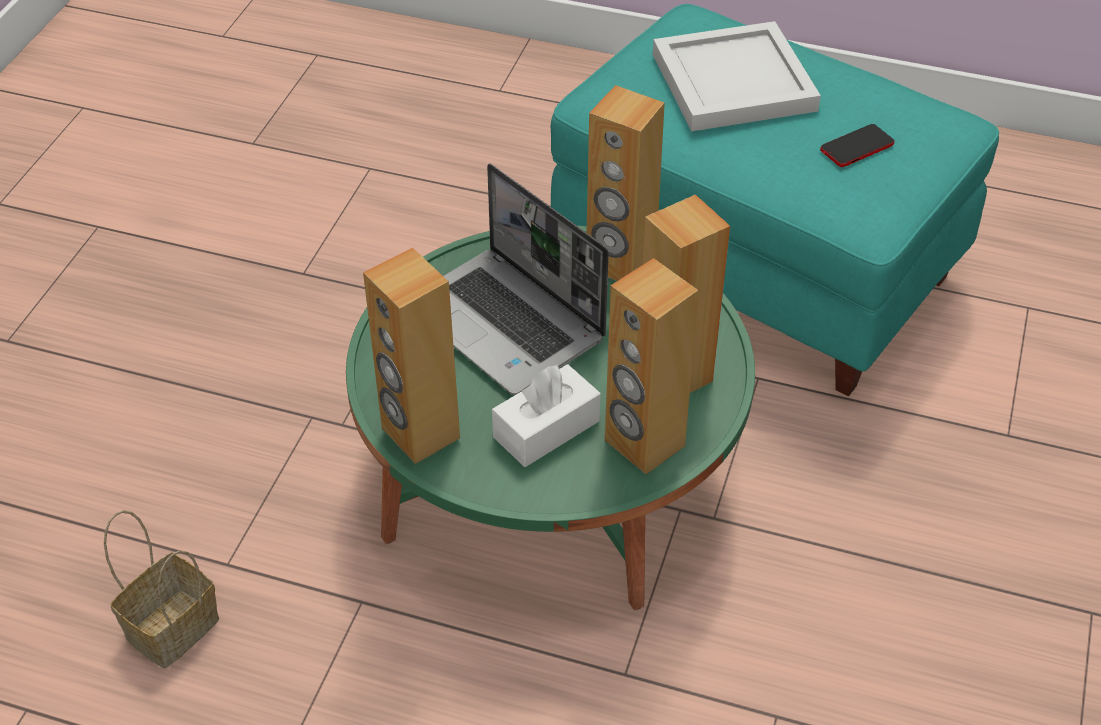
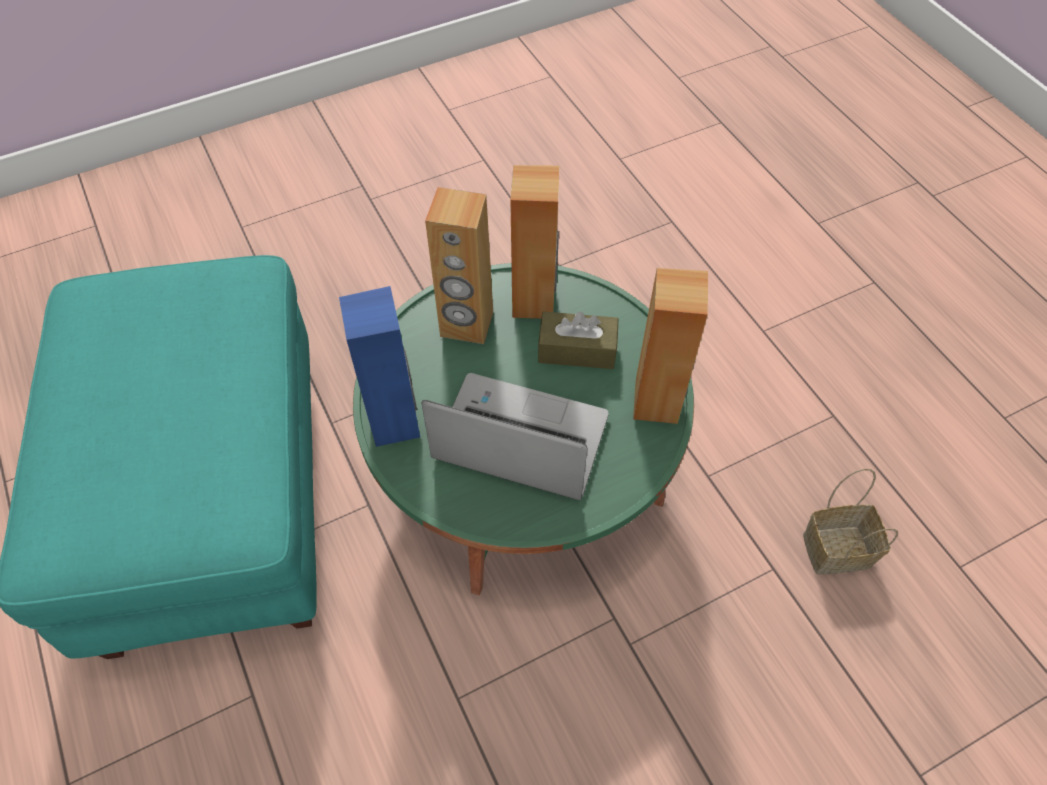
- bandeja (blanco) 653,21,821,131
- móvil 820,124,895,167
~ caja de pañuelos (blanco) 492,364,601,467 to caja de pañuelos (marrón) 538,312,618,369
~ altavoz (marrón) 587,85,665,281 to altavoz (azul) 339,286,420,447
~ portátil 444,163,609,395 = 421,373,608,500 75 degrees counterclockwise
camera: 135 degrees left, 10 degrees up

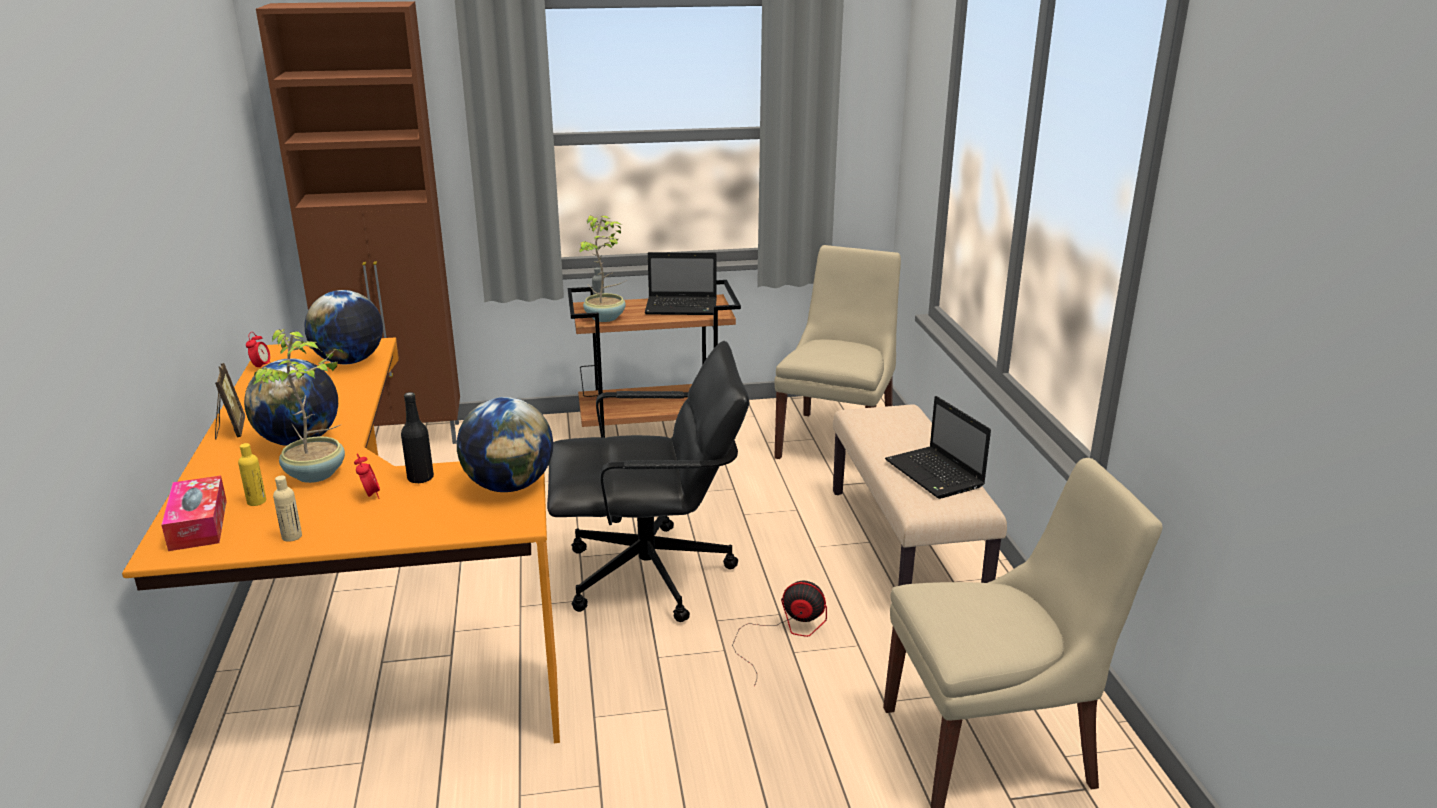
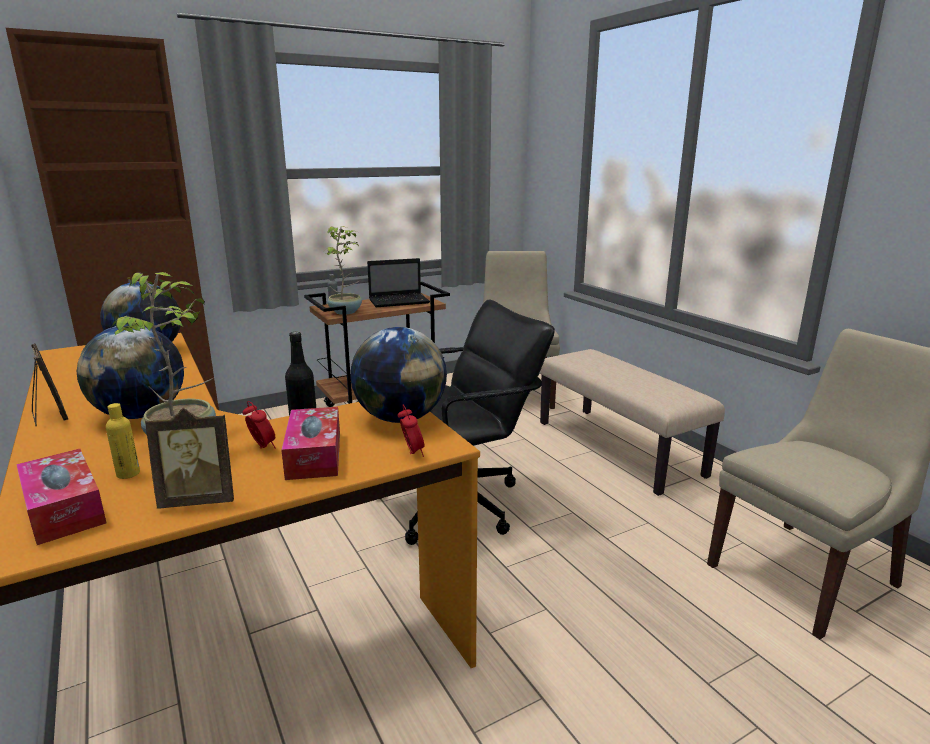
- ventilador 732,581,827,686
- portátil 885,396,991,499
+ caja de pañuelos 281,407,340,480
~ despertador 246,332,271,367 to 398,405,425,457
~ botella (beis) 273,476,302,542 to portarretratos 145,408,234,509
camera: 20 degrees left, 5 degrees down

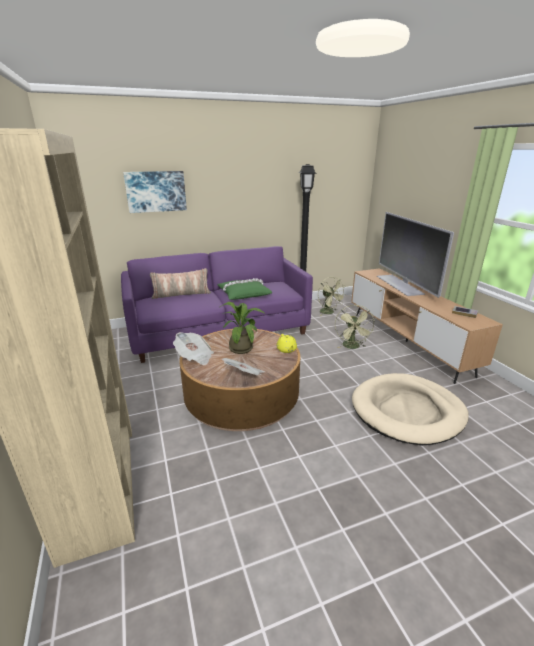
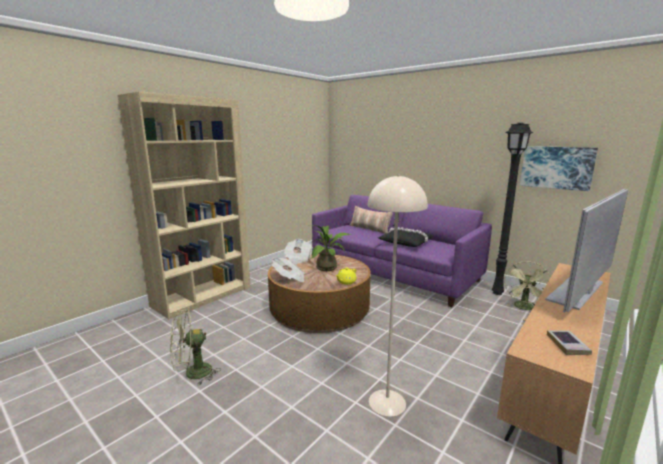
~ cuadro 123,171,187,213 to 520,146,598,191
~ ventilador (verde) 335,305,374,349 to 170,310,221,385
~ cama para perro (beis) 352,373,469,445 to lámpara de pie (beis) 368,174,428,417
~ cojín (verde) 217,278,272,300 to cojín (negro) 378,227,434,247
camera: 60 degrees right, 10 degrees down

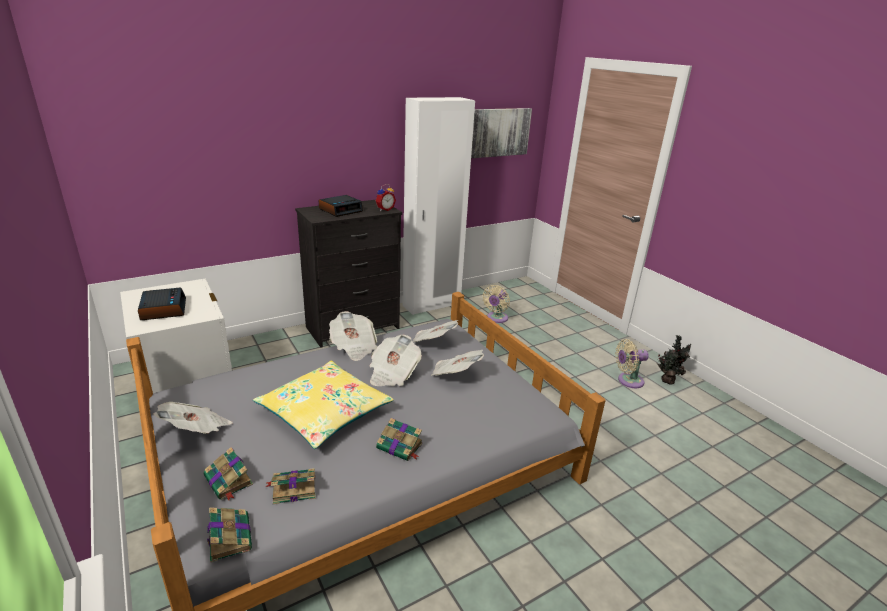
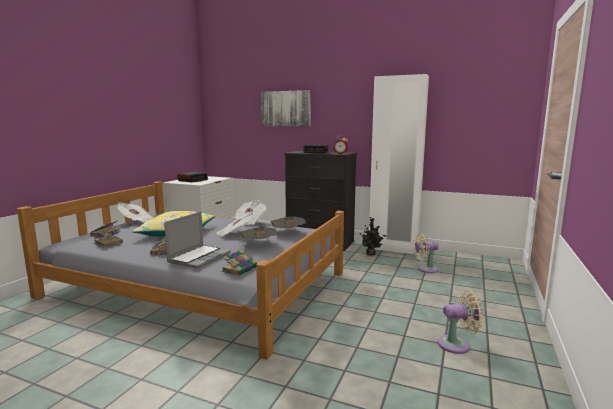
+ portátil 164,212,231,269
~ libro 207,507,252,562 to 222,250,257,276
~ cuadro 471,108,532,158 to 261,90,311,126
~ planta en maceta 656,335,691,385 to 358,217,387,255
~ ventilador (beis) 615,339,649,388 = 438,290,484,354 135 degrees clockwise
camera: 55 degrees right, 15 degrees down

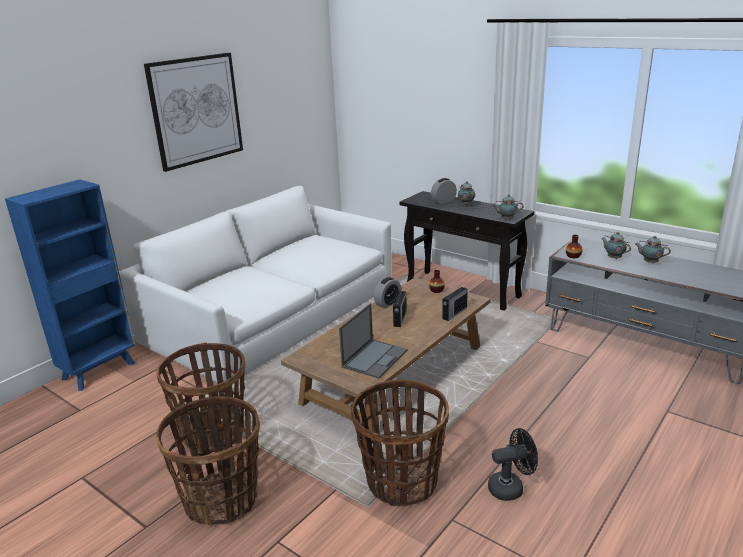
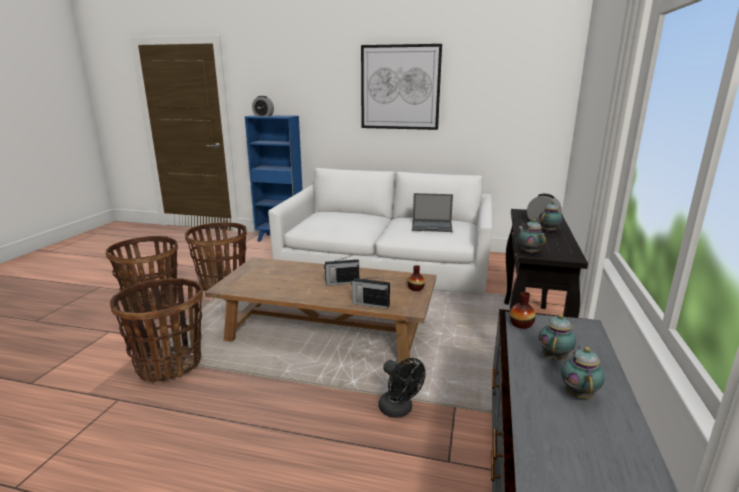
~ portátil 339,303,407,379 to 412,193,453,232
~ despertador 374,277,401,308 to 252,96,274,117
~ ventilador (negro) 488,428,538,501 to 379,358,426,418
camera: 65 degrees right, 5 degrees down

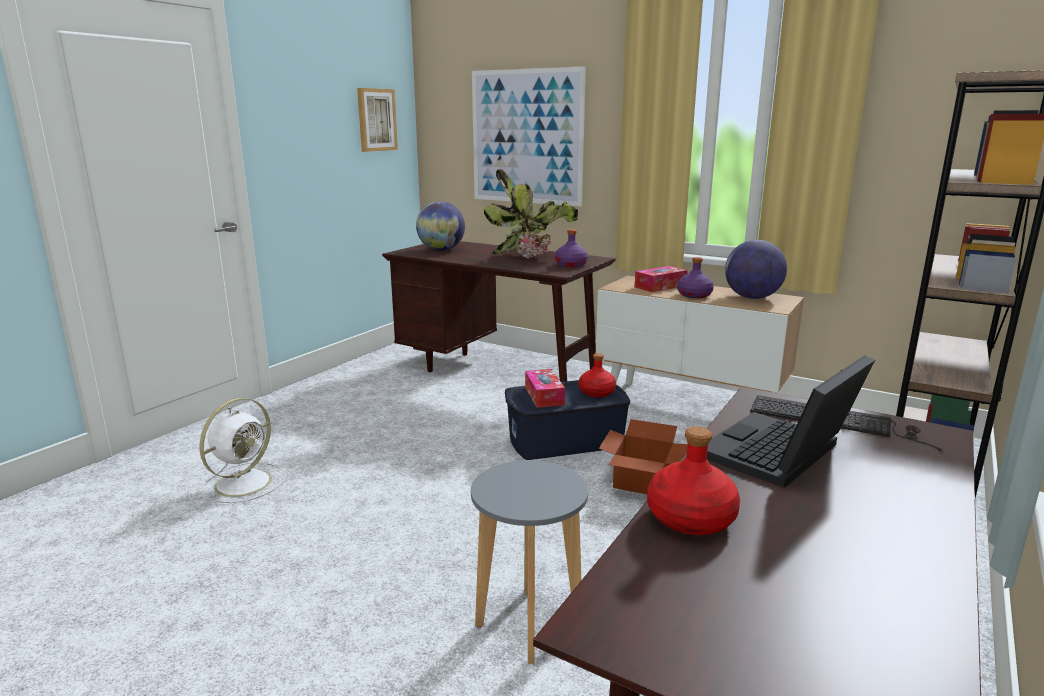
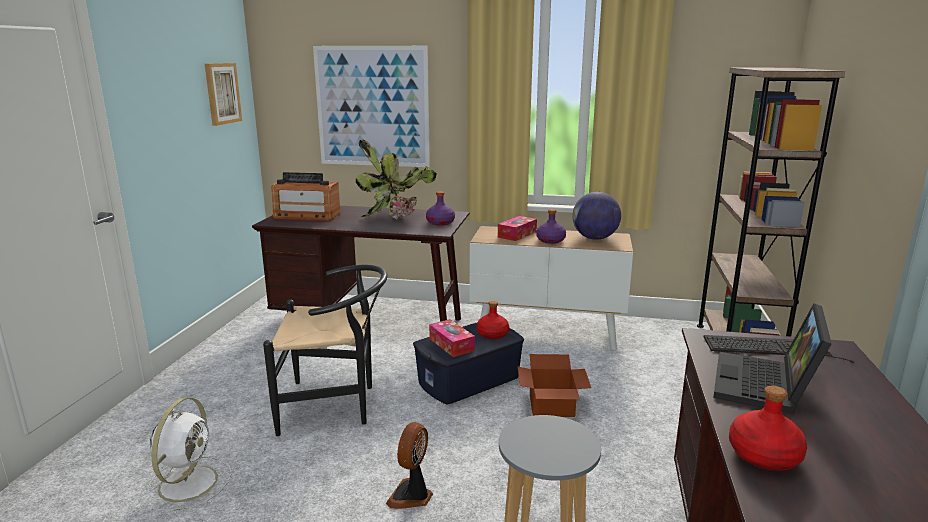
+ silla (negro) 263,265,387,436
+ ventilador 386,422,433,509
~ globo terráqueo 416,201,465,251 to radio 271,172,340,221
camera: 20 degrees left, 0 degrees up

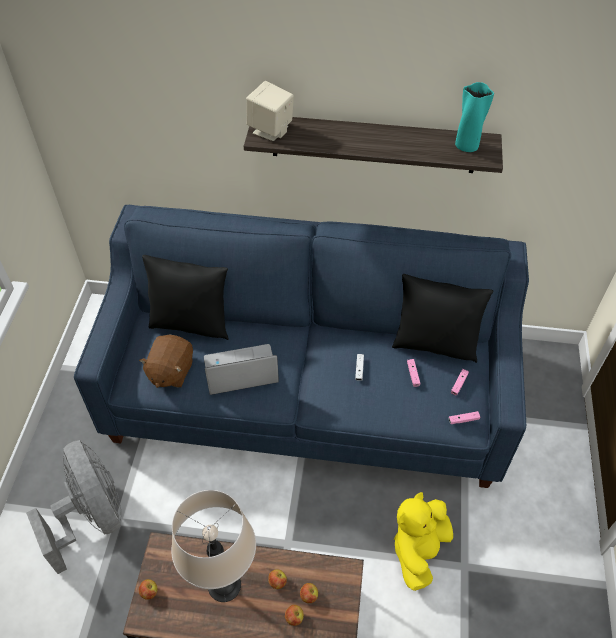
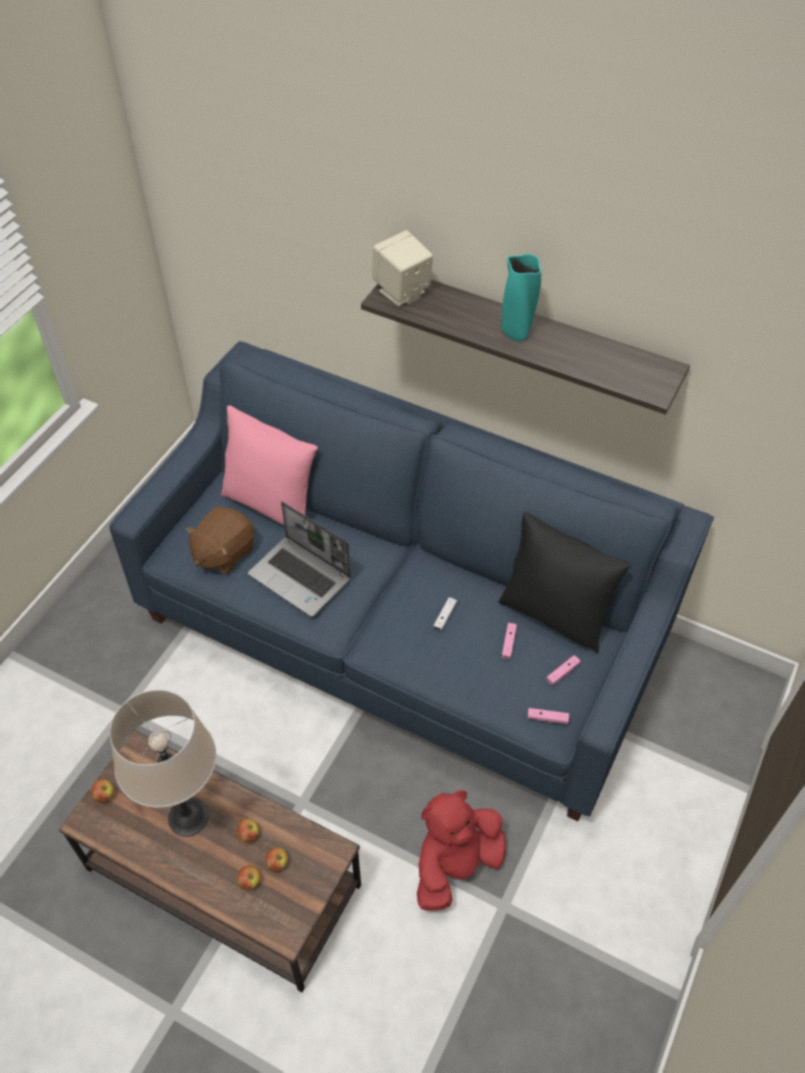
- ventilador (gris) 26,440,121,574
~ florero (turquesa) 455,82,494,152 to 501,254,541,341
~ cojín (negro) 142,255,228,340 to cojín (rosa) 221,405,318,525
~ peluche (amarillo) 394,492,453,591 to peluche (rojo) 417,790,506,911
~ portátil 204,344,279,395 = 248,502,351,617 150 degrees counterclockwise
camera: 20 degrees right, 0 degrees up

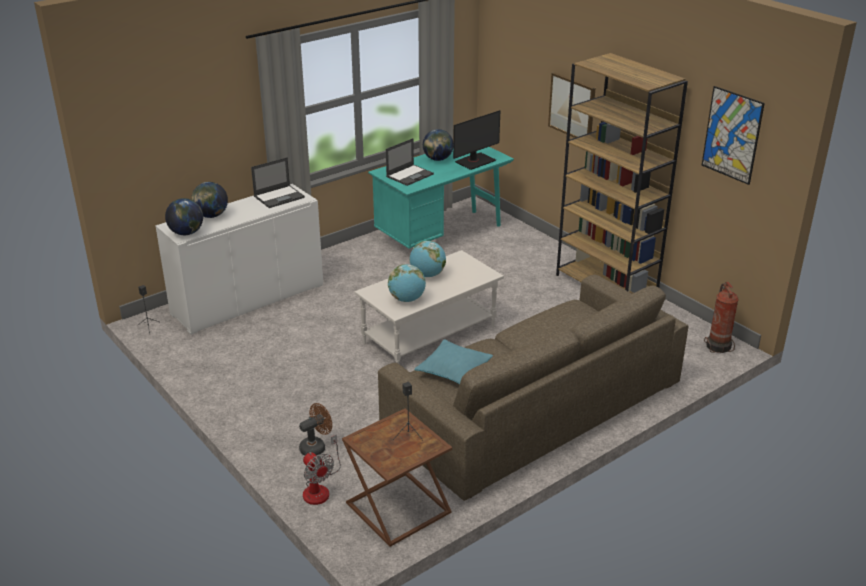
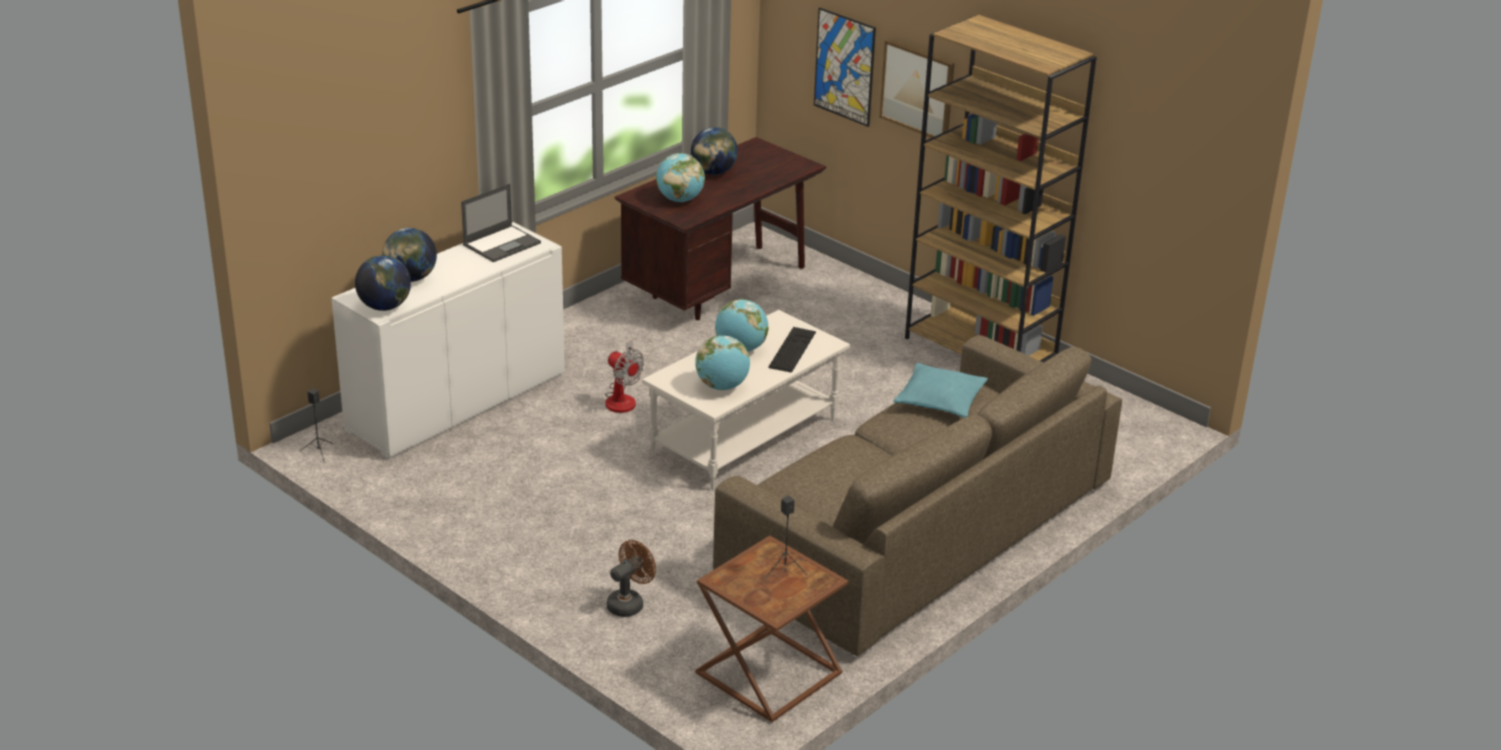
- monitor 453,110,500,170
- extintor 704,282,739,353
+ teclado 768,327,816,373
~ ventilador 303,435,341,505 to 605,341,644,413
~ cojín (turquesa) 414,339,493,384 to 894,363,988,418
~ cuadro 702,86,765,185 to 814,8,876,127
~ portátil 386,138,434,186 to globo terráqueo 656,153,705,202
~ escritorio (turquesa) 368,147,514,249 to escritorio (marrón) 614,137,826,320
camera: 10 degrees left, 0 degrees up

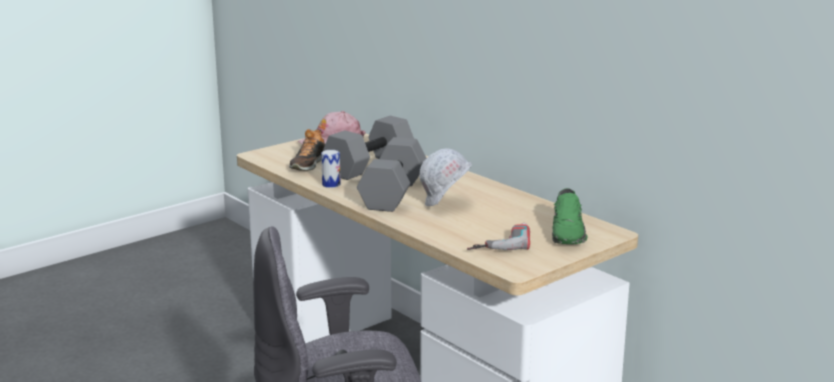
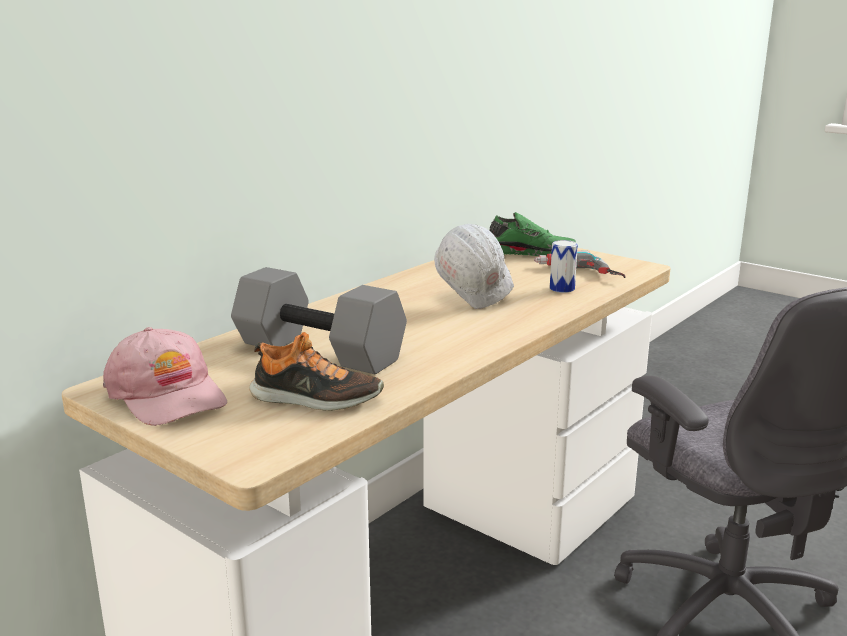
- mancuerna (gris) 357,137,426,212
~ lata 321,150,341,188 to 550,240,578,293
camera: 100 degrees left, 0 degrees up

